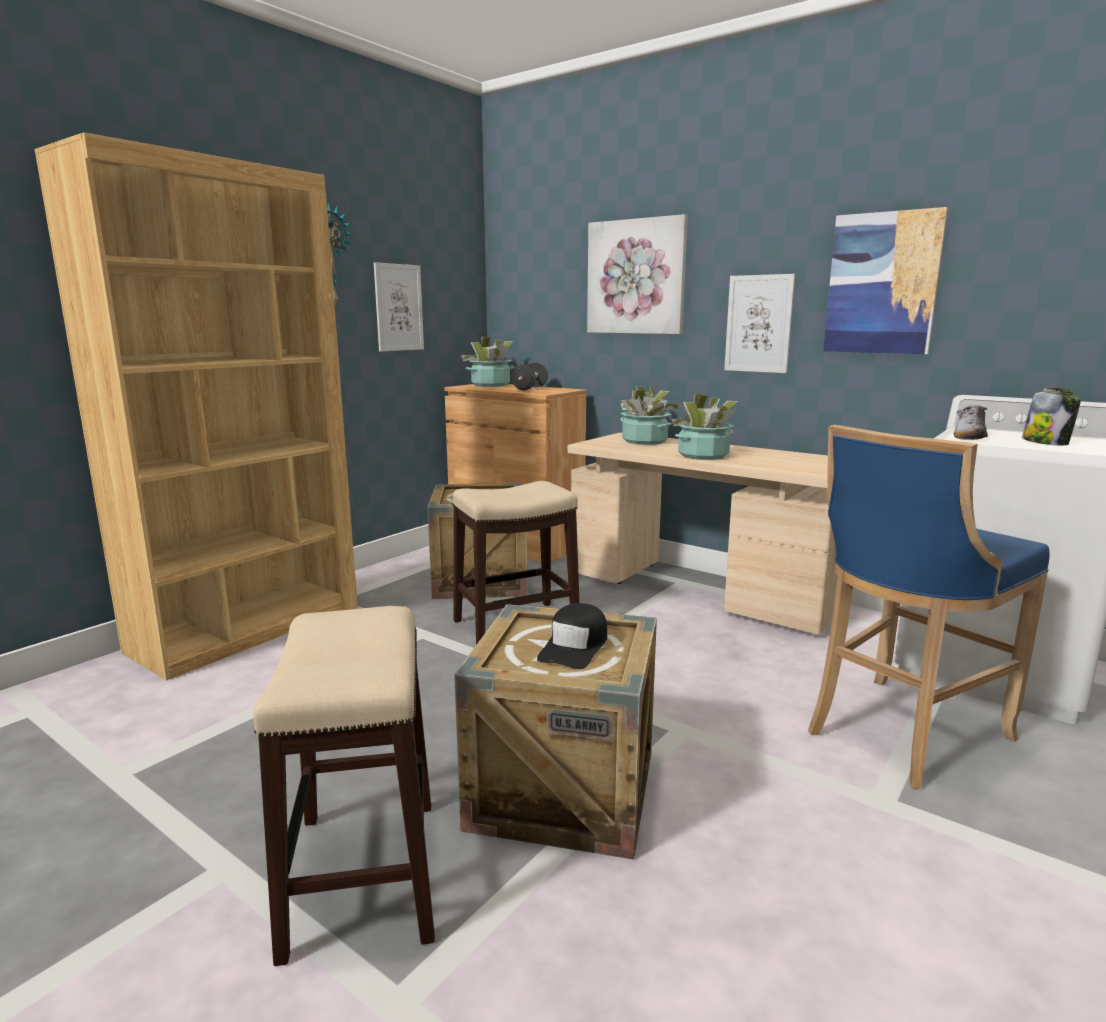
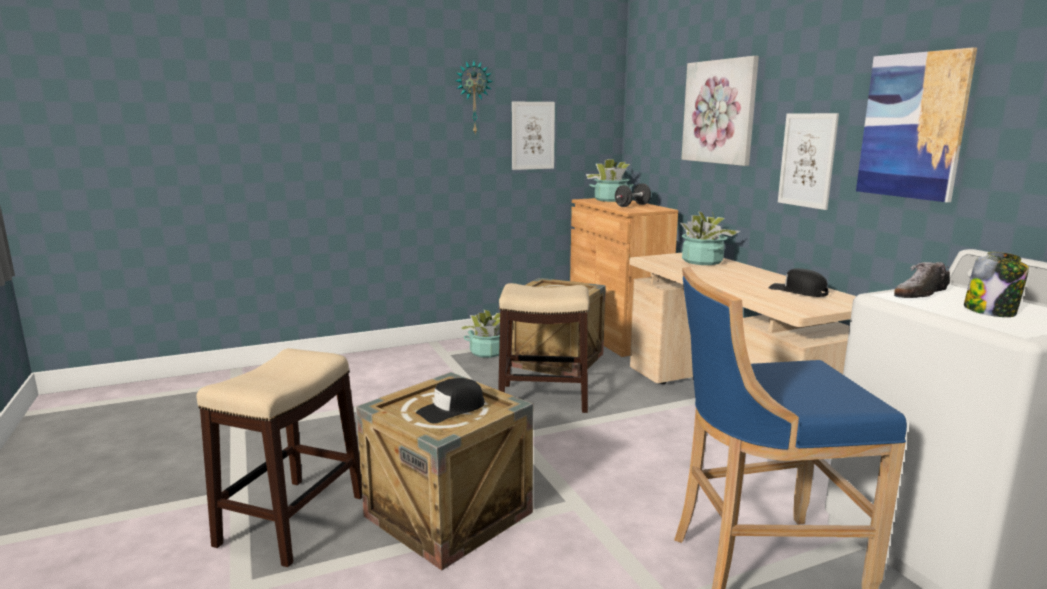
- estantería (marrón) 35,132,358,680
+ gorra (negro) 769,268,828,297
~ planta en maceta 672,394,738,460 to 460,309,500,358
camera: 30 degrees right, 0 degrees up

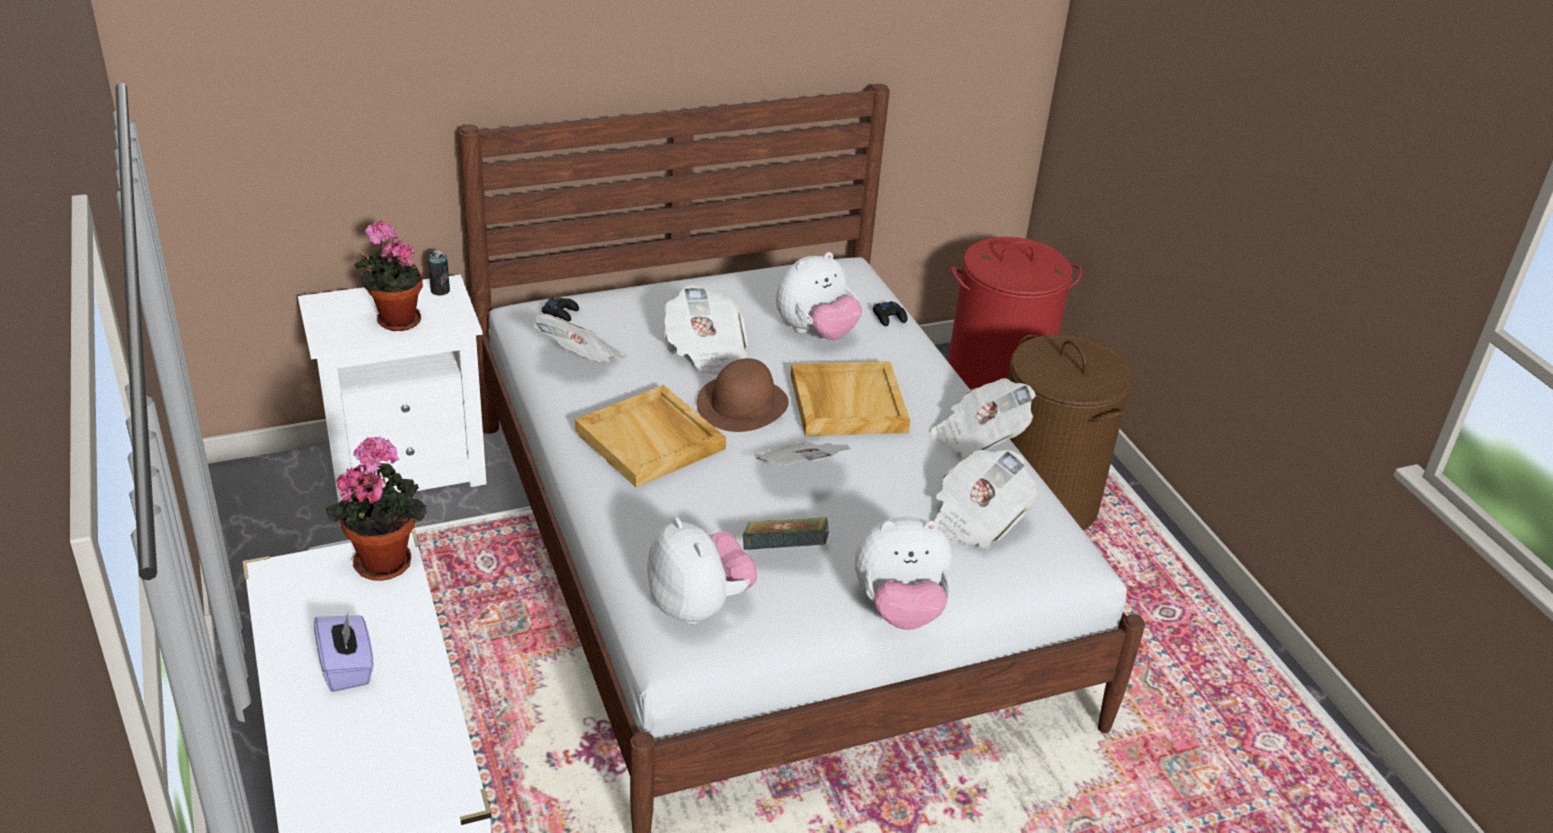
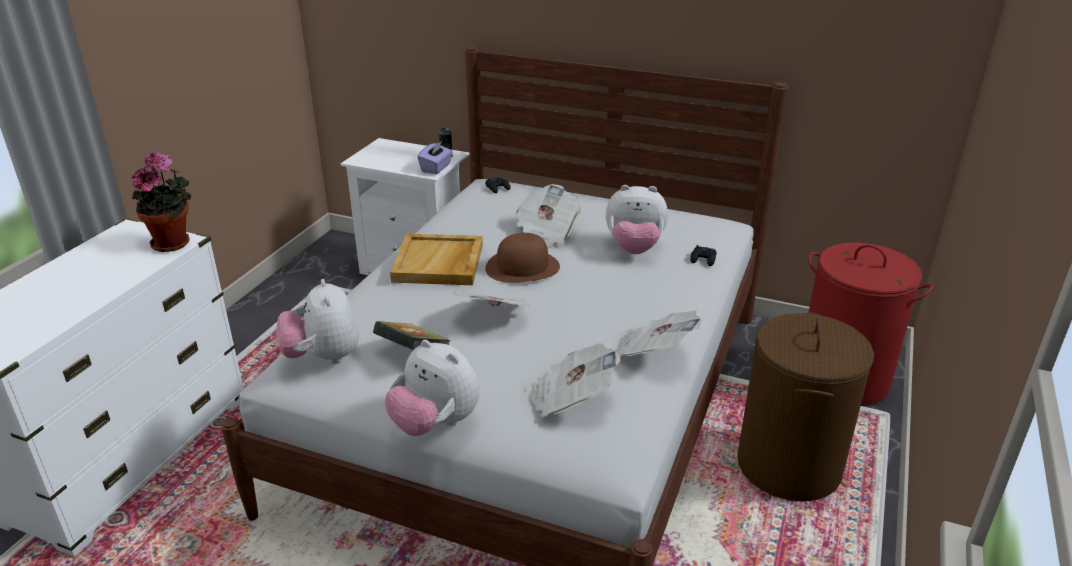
- planta en maceta 354,221,423,331
- periódico 532,314,627,363
- bandeja (beis) 790,361,910,436
~ caja de pañuelos (morado) 314,614,374,692 to 418,141,453,174
~ peluche 647,517,757,624 = 276,279,359,364 150 degrees clockwise
camera: 45 degrees right, 5 degrees down

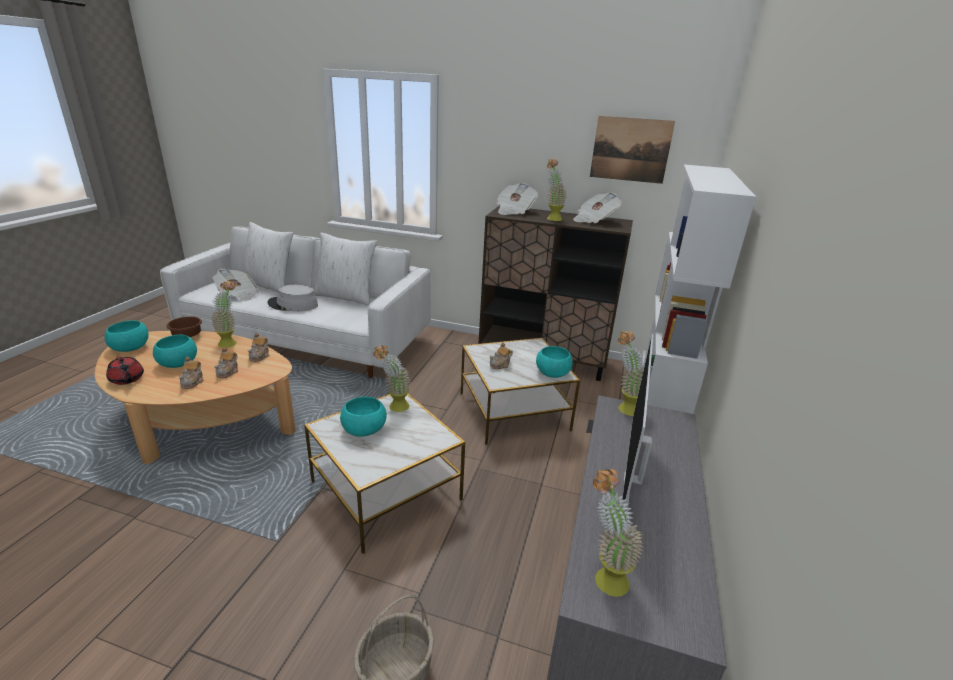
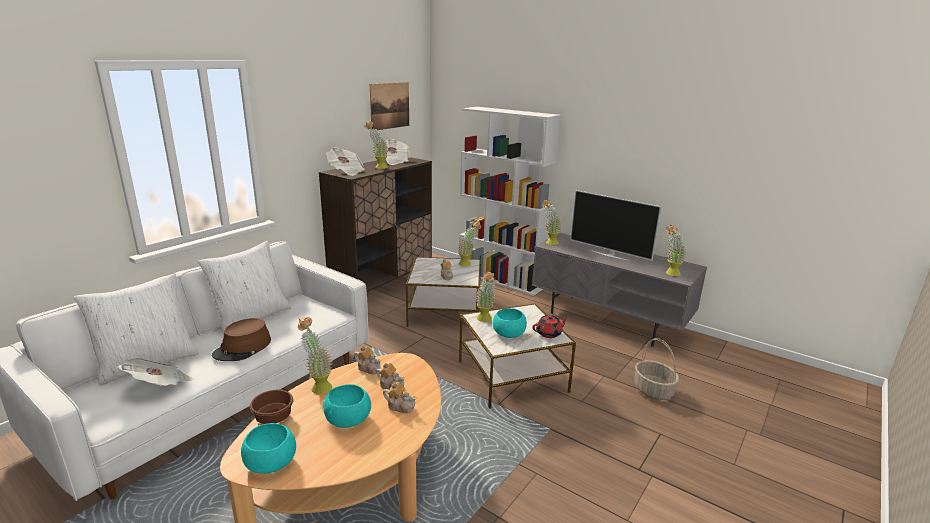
~ tetera (rojo) 106,356,144,385 to 533,315,569,338
~ cuenco (turquesa) 536,346,573,378 to planta en maceta 458,221,481,267
~ sombrero (gris) 268,285,318,312 to sombrero (marrón) 212,318,271,361
camera: 70 degrees left, 5 degrees down

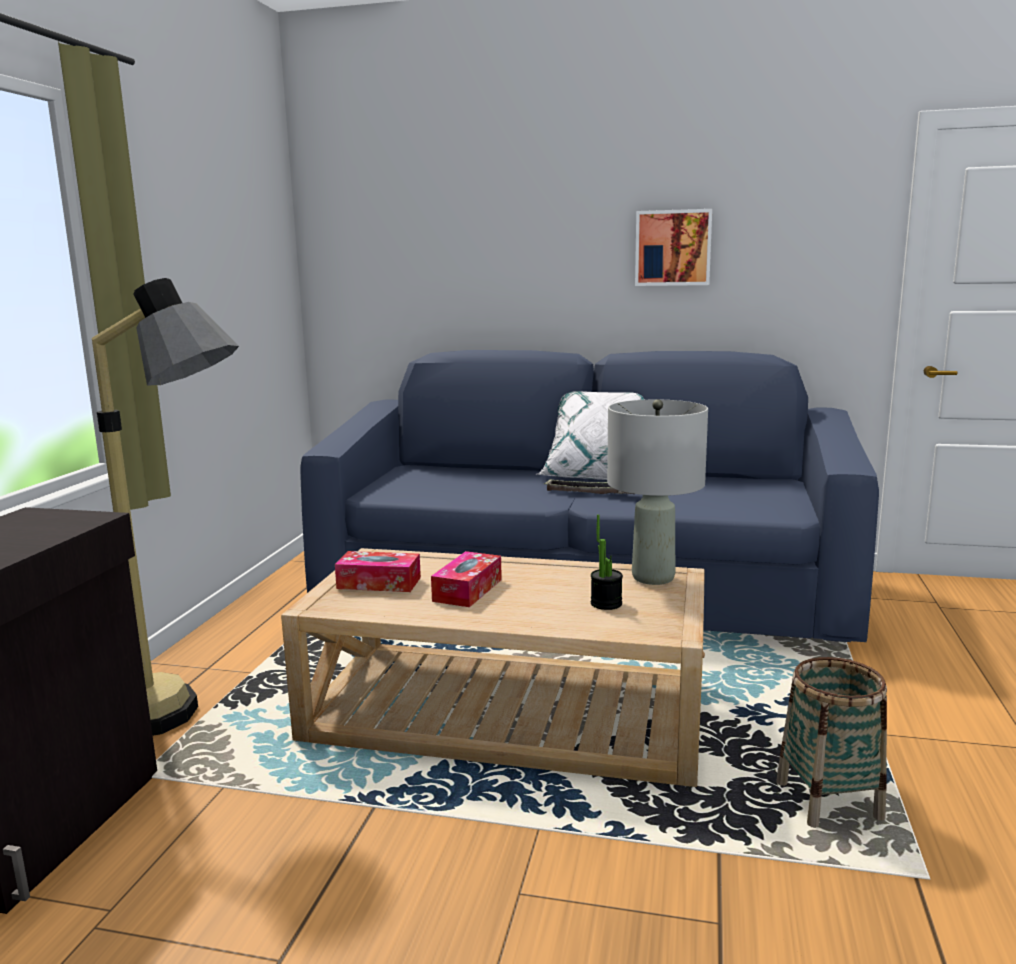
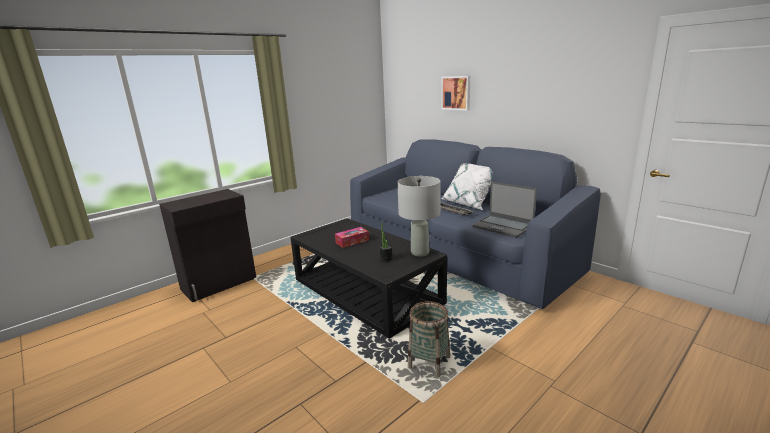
- lámpara de pie 92,278,239,736
- caja de pañuelos 335,551,421,592
+ portátil 472,182,537,238
~ cuadro 635,209,712,286 to 442,76,470,110
~ mesa de centro (beis) 281,548,705,787 to mesa de centro (negro) 290,218,447,339
camera: 35 degrees right, 5 degrees up

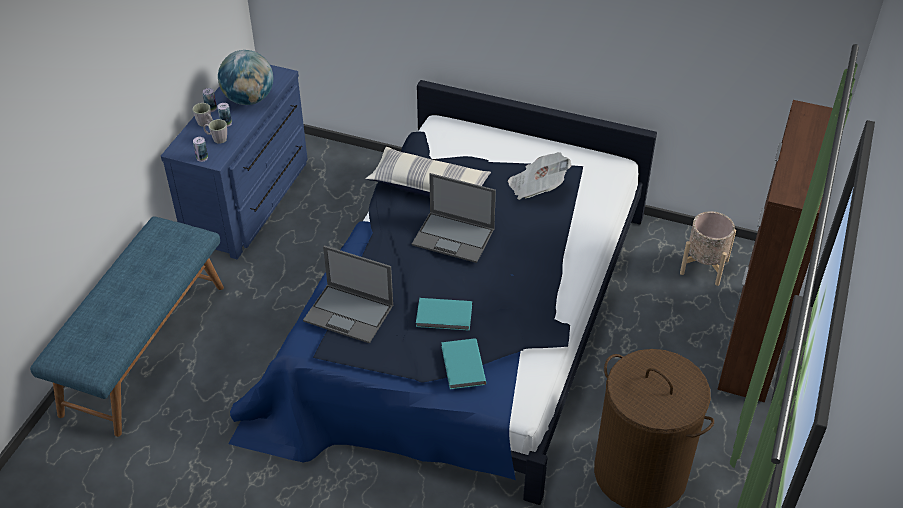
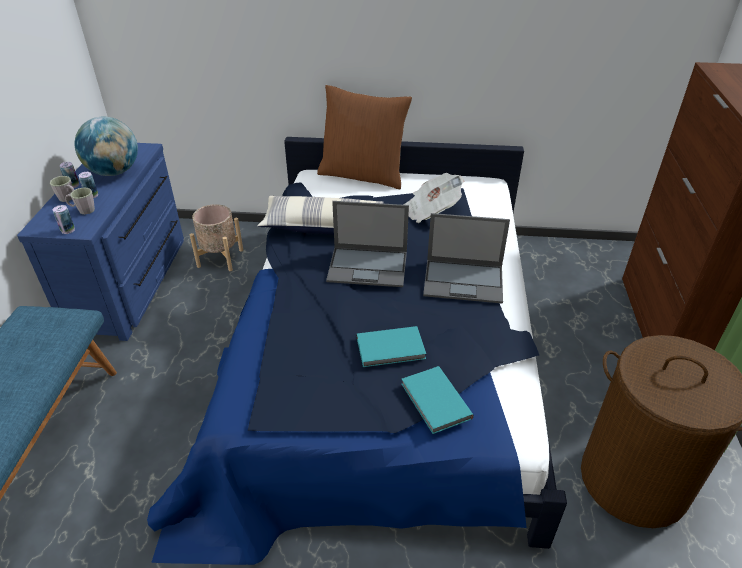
+ cojín (marrón) 317,85,412,189
~ portátil 303,245,393,344 to 423,213,510,304
~ maceta (beis) 680,211,736,286 to 190,204,243,271
camera: 15 degrees left, 5 degrees down

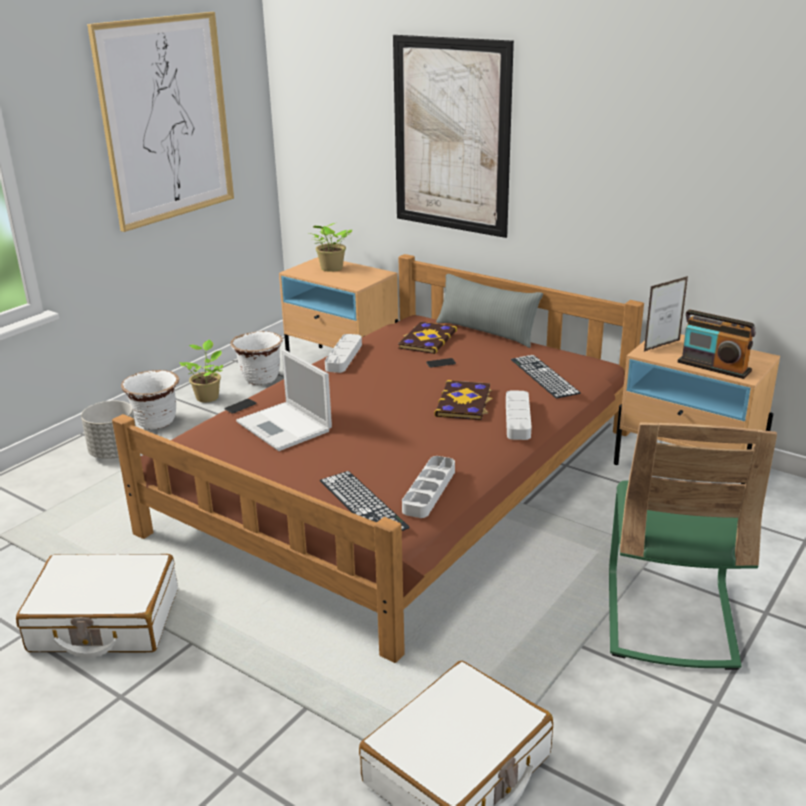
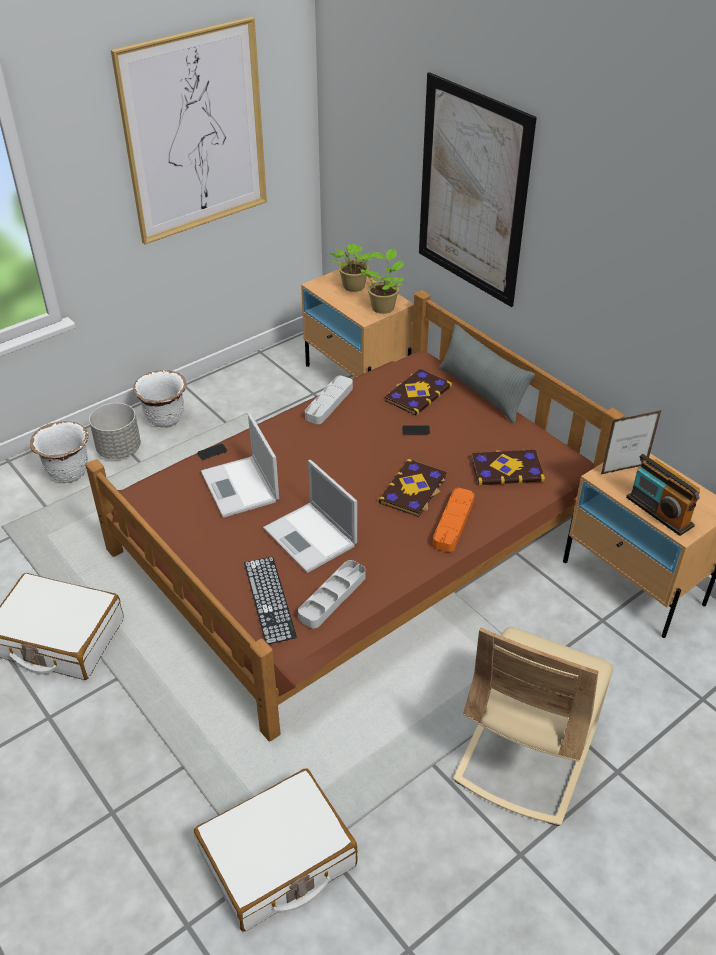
+ portátil 263,460,357,573
~ planta en maceta 179,340,223,402 to 361,248,404,314
~ maceta (blanco) 231,331,283,385 to 30,421,88,483
~ teclado 511,355,581,398 to libro 471,449,545,485
~ bandeja (gris) 506,391,532,440 to bandeja (naranja) 433,488,475,552
~ silla (verde) 609,422,777,670 to silla (beis) 453,627,613,826
camera: 15 degrees right, 15 degrees up

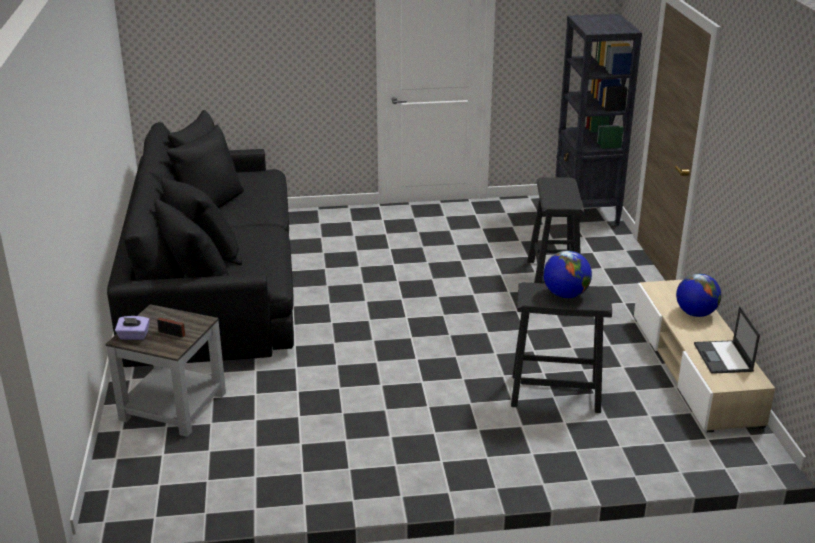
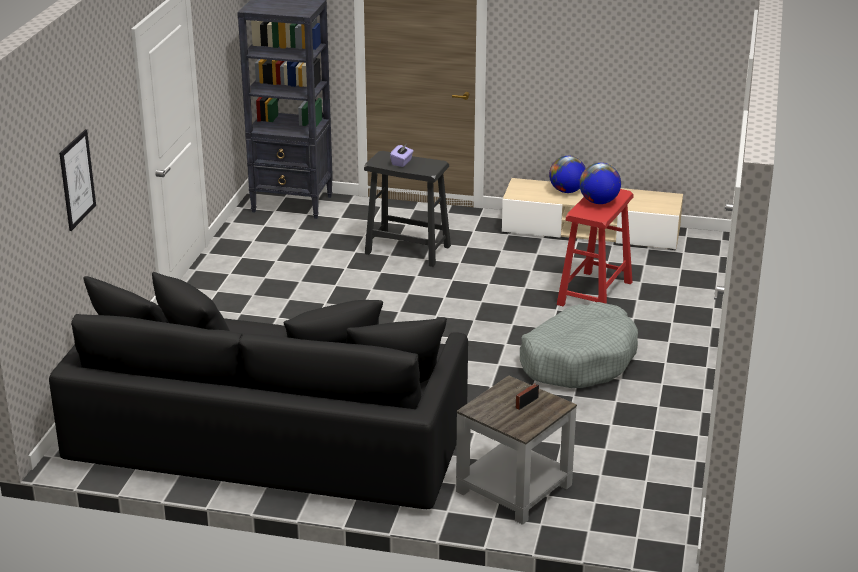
- portátil 694,306,760,374
+ cuadro 59,129,96,231
+ cama para perro (gris) 520,302,638,388
~ caja de pañuelos (morado) 115,316,150,340 to 390,144,414,167
~ taburete (negro) 511,282,612,413 to taburete (rojo) 557,189,634,306
camera: 70 degrees left, 0 degrees up

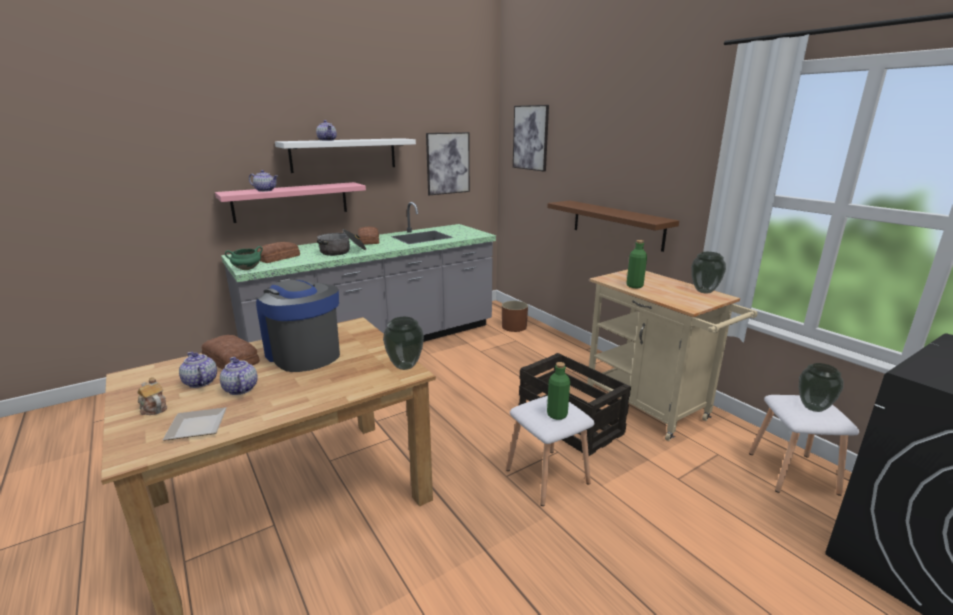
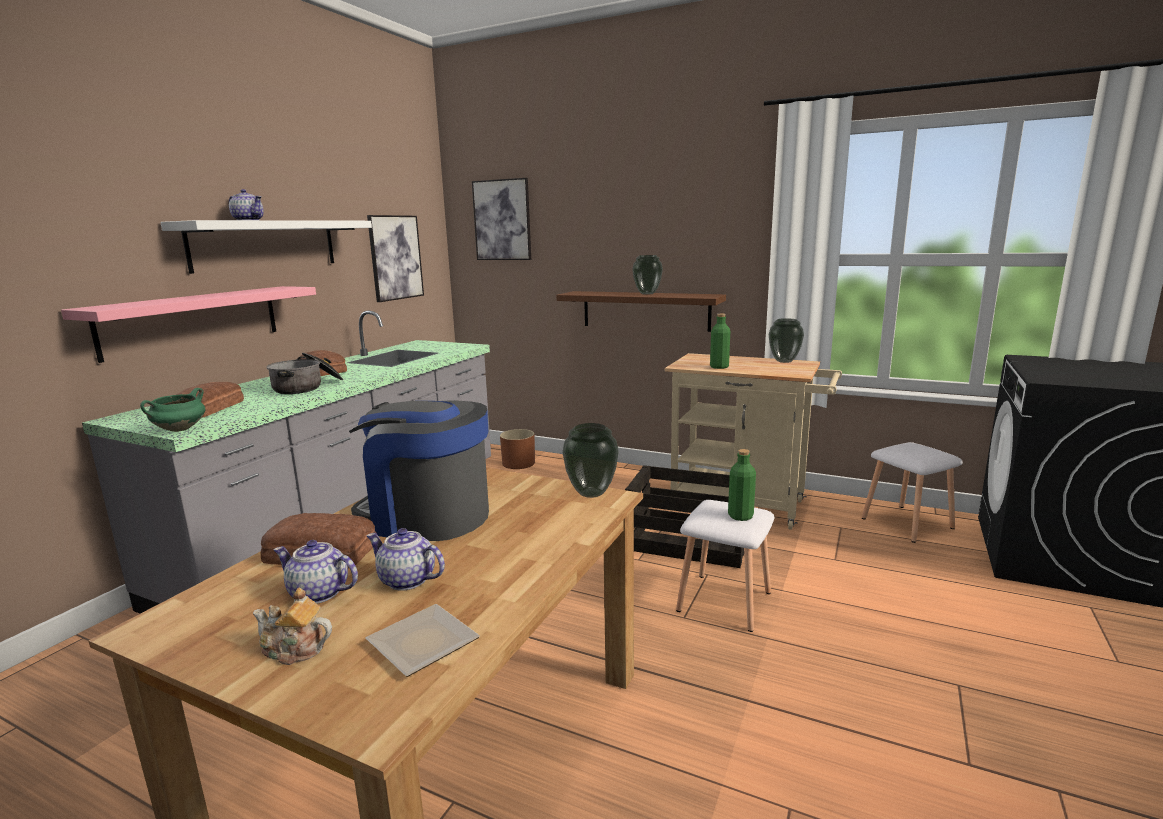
- tetera 249,170,278,192
~ florero 799,363,843,412 to 632,255,663,295
camera: 30 degrees left, 5 degrees down

